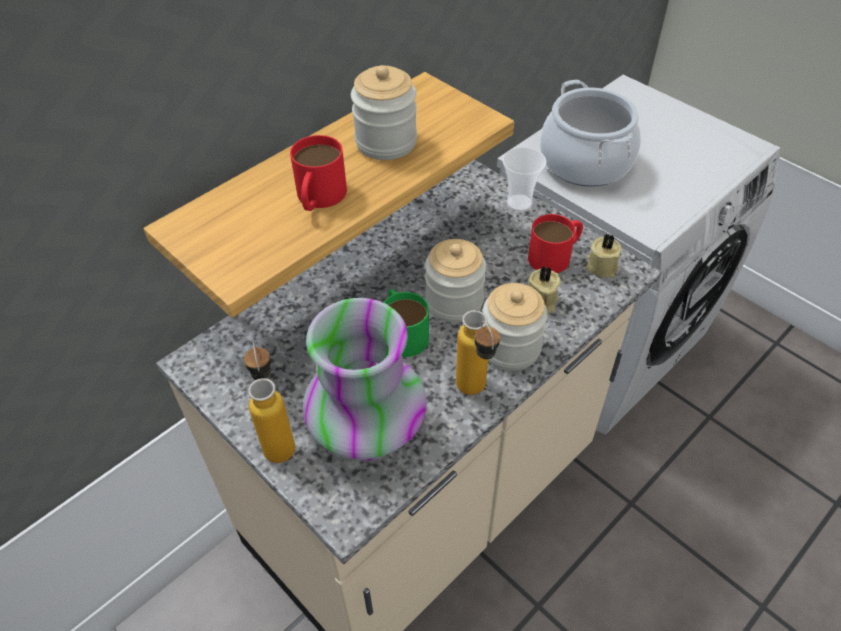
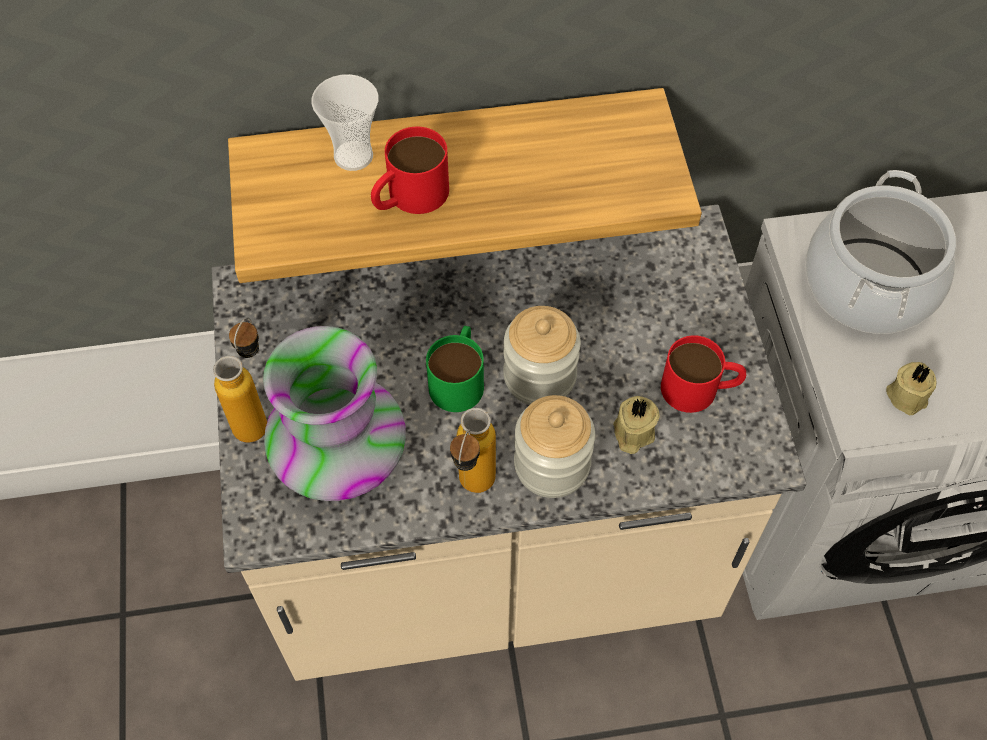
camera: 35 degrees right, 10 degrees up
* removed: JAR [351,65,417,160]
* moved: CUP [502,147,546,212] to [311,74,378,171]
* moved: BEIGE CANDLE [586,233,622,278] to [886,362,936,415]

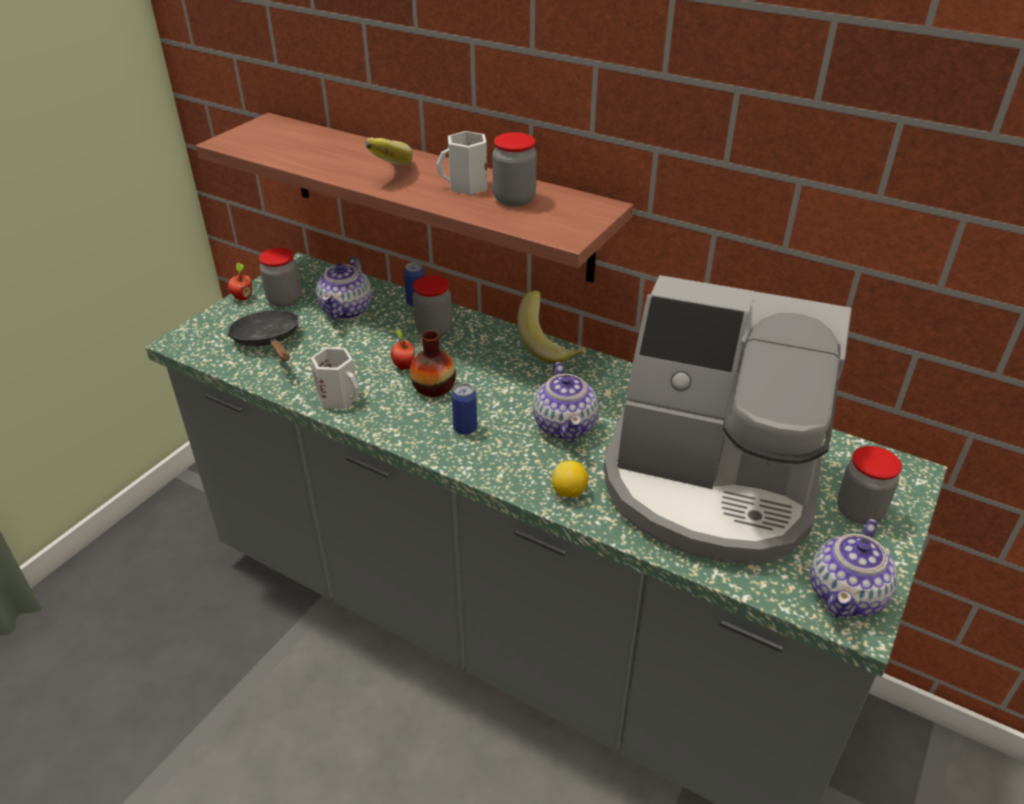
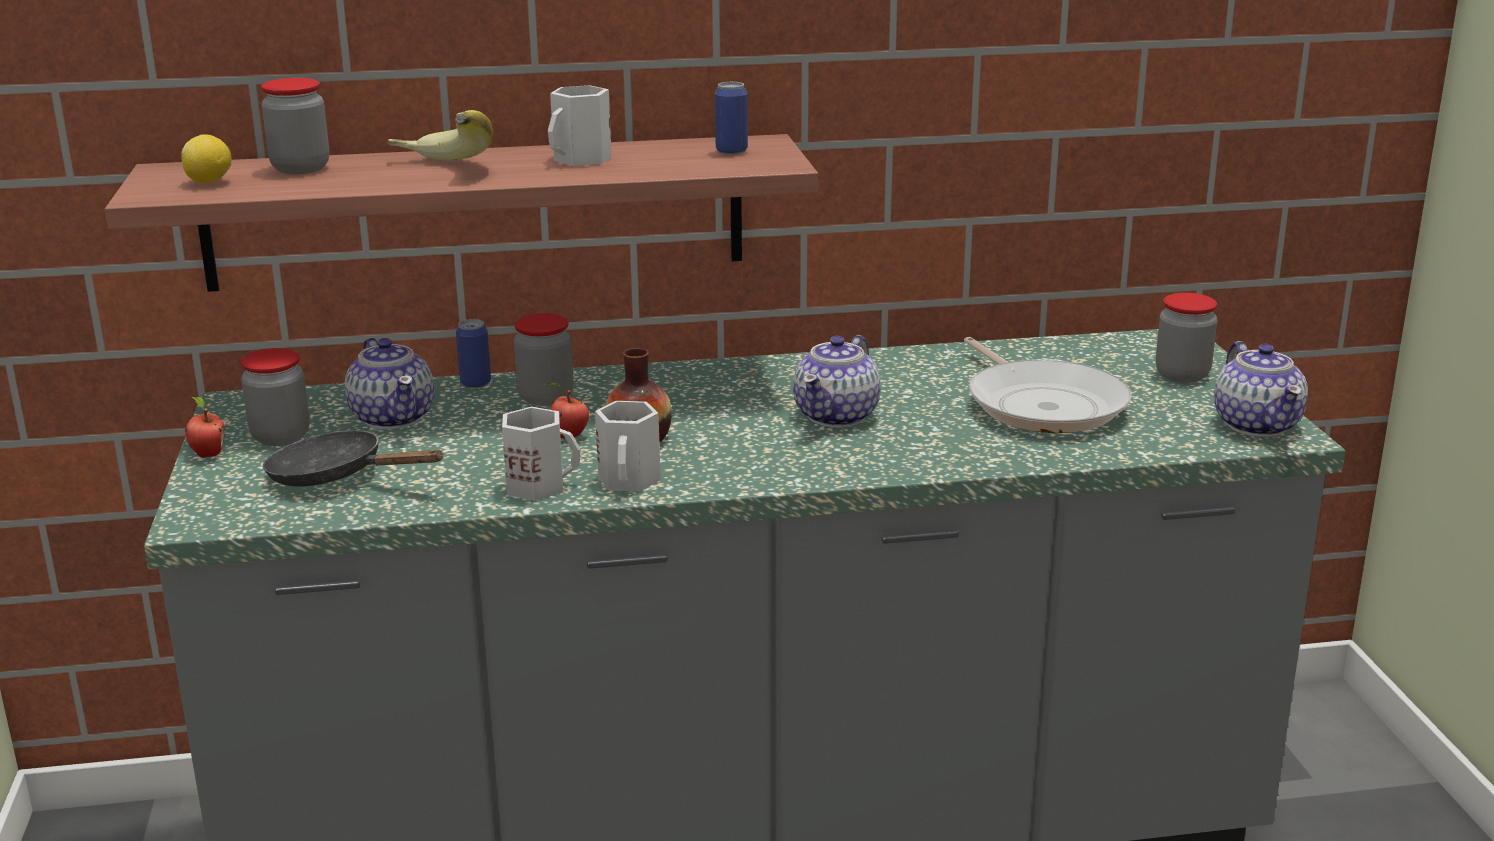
camera: 40 degrees left, 15 degrees down
* moved: JAR [492,132,537,206] to [261,78,329,174]
* replaced: COFFEE MACHINE [604,275,852,565] to FRYING PAN [964,337,1132,433]
* removed: BANANA [517,290,586,364]
* turned: TEAPOT [533,362,598,442] = [793,335,881,427] 75 degrees clockwise
* moved: CAN [451,383,477,435] to [715,82,748,154]
* moved: LEMON [552,461,589,497] to [181,134,231,184]
* added: WHITE MUG [595,401,661,492]

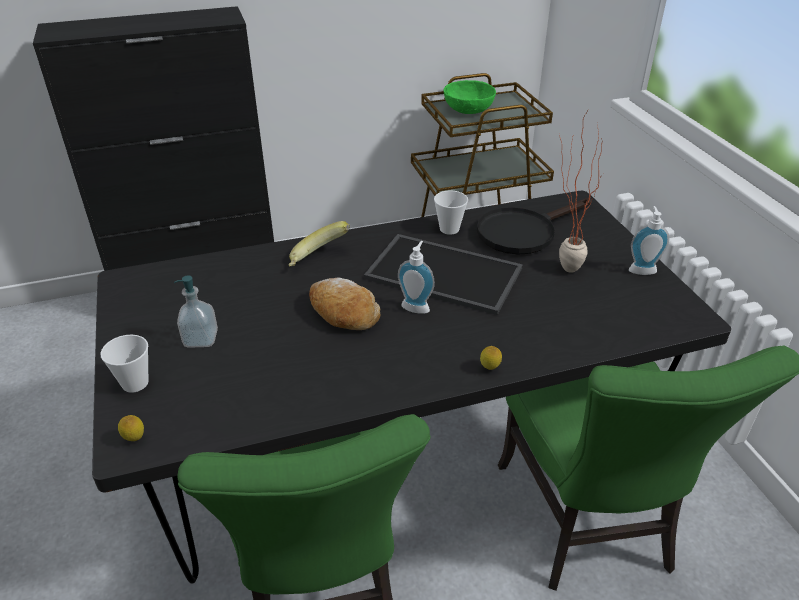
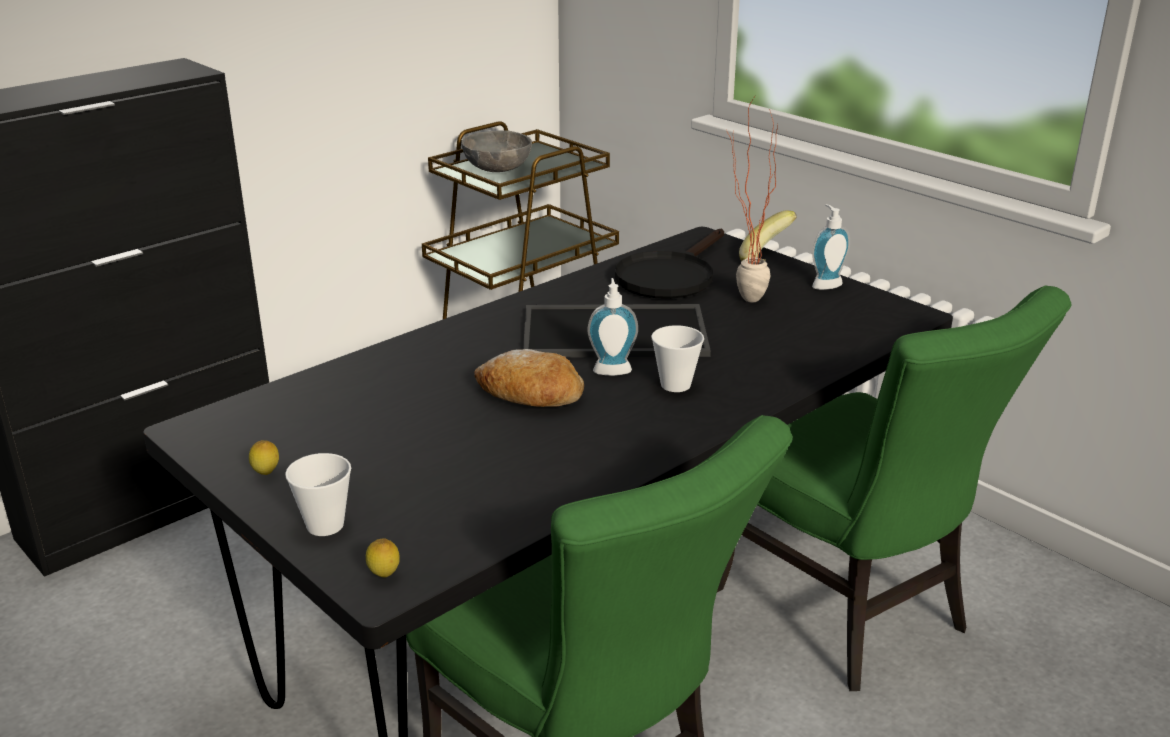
camera: 25 degrees left, 10 degrees down
* recoloured: GREEN BOWL [444,80,496,114] to GREY BOWL [461,130,532,172]
* moved: CUP [434,190,468,235] to [651,325,704,392]
* moved: BANANA [288,221,350,267] to [739,210,797,261]
* removed: SOAP DISPENSER [174,275,218,348]
* moved: LEMON [480,346,502,370] to [249,440,279,475]

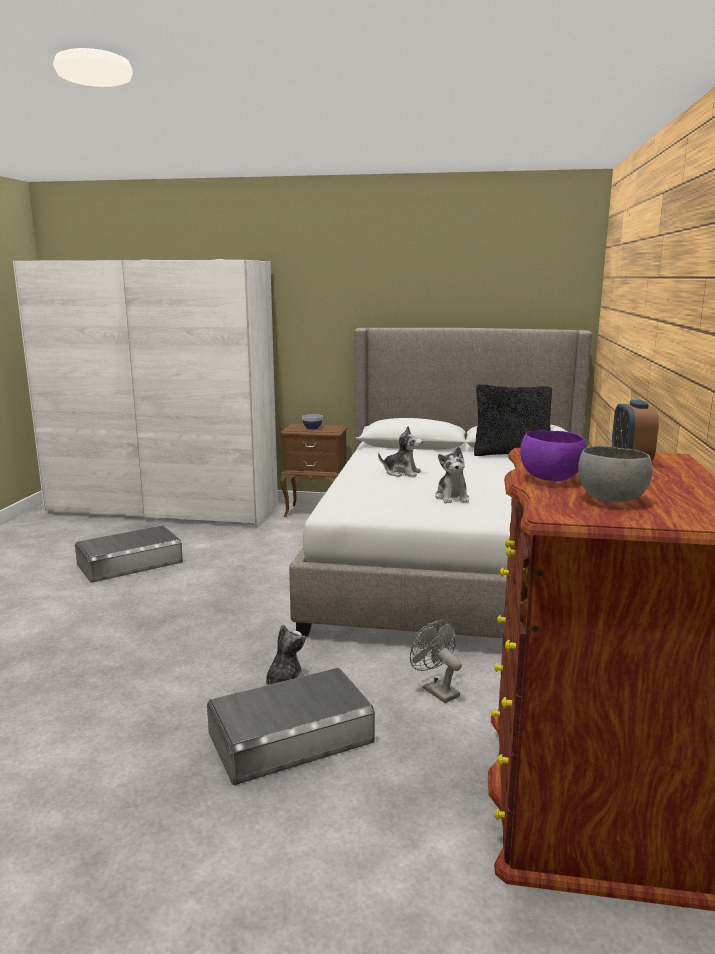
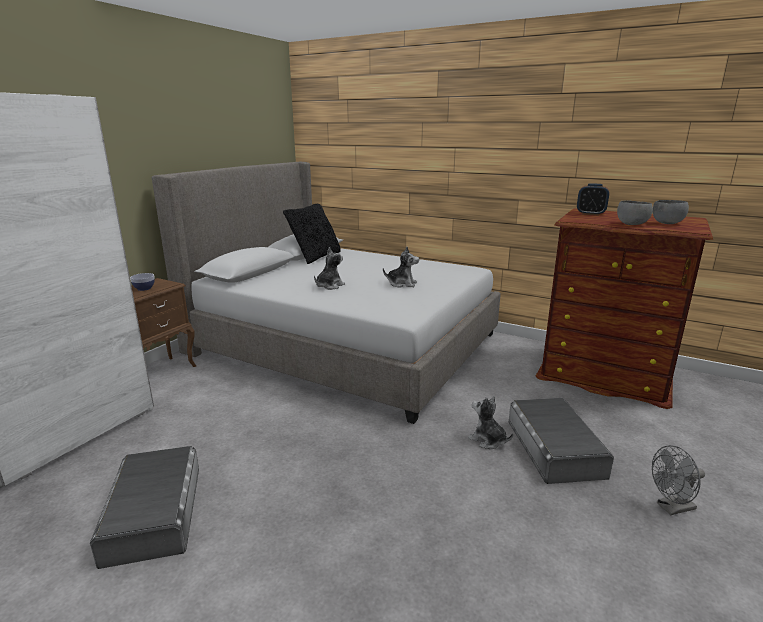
camera: 70 degrees left, 5 degrees up
* recoloured: PURPLE BOWL [520,431,586,481] to GREY BOWL [617,200,653,225]
* moved: GREY FAN [410,619,462,703] to [652,445,705,515]

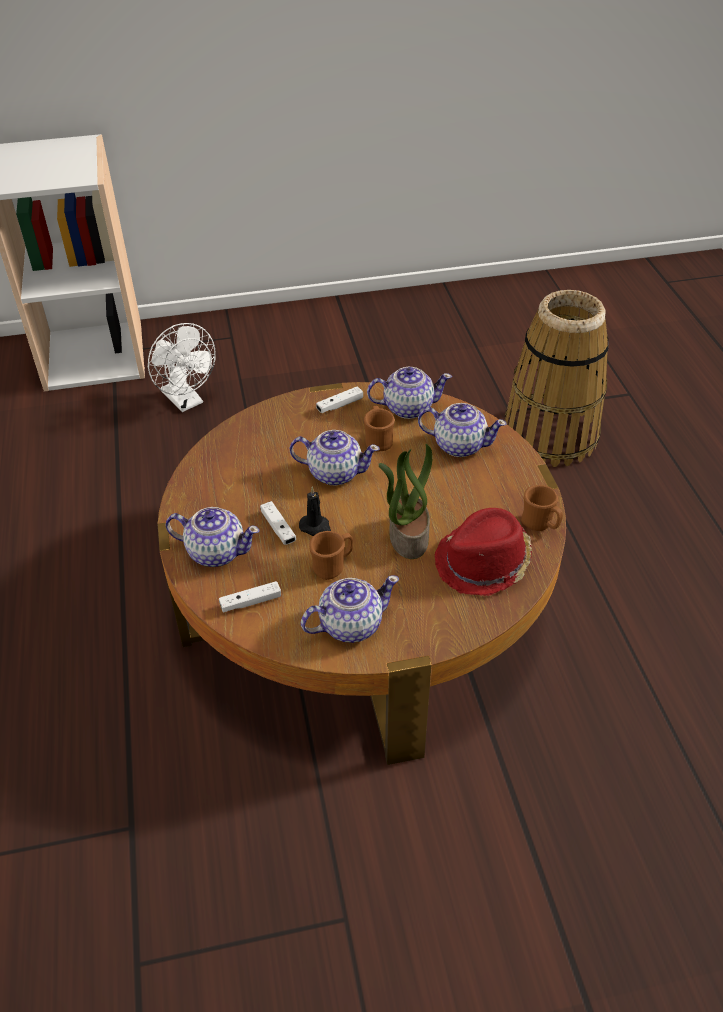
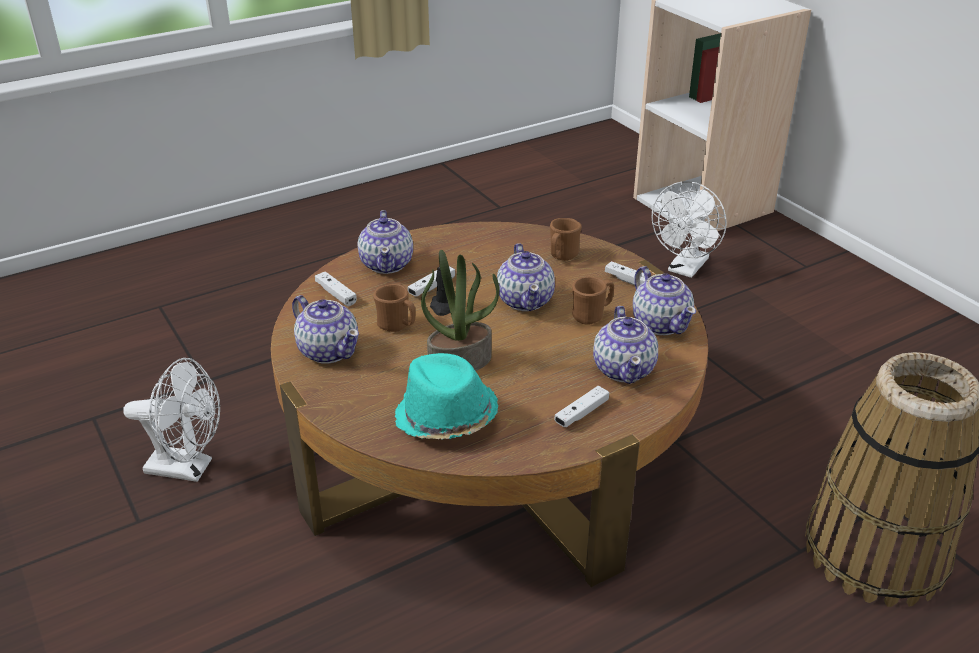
camera: 70 degrees right, 10 degrees down
* moved: BROWN MUG [521,485,563,531] to [550,218,582,261]
* recoloured: RED HAT [435,508,532,596] to TURQUOISE HAT [395,353,498,439]
* added: WHITE FAN [123,358,220,482]
* added: WHITE GAME CONTROLLER [554,386,609,427]

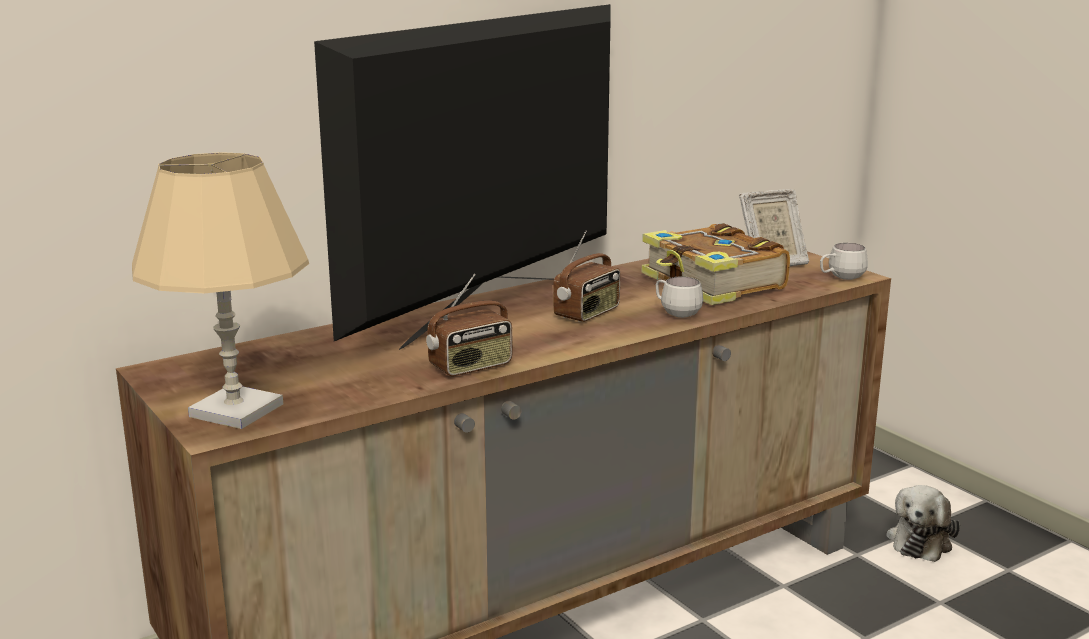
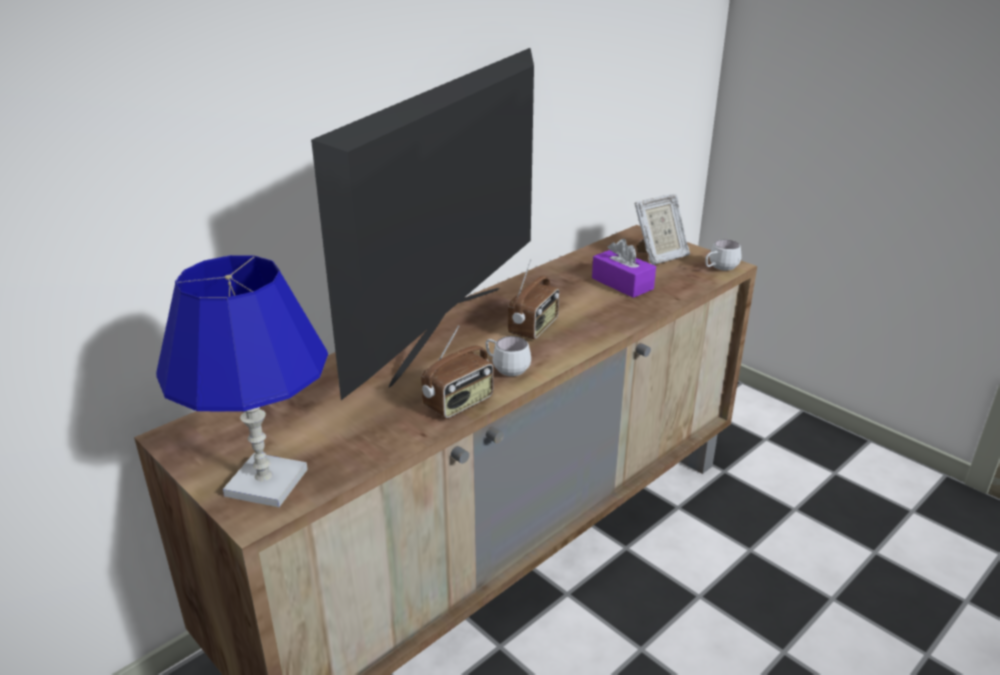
camera: 10 degrees left, 10 degrees up
* recoloured: BEIGE TABLE LAMP [132,152,309,429] to BLUE TABLE LAMP [156,255,328,507]
* replaced: BOOK [641,223,790,305] to PURPLE TISSUE BOX [592,239,656,298]
* moved: WHITE MUG [656,277,703,318] to [486,336,531,376]
* removed: PLUSH TOY [886,485,960,562]

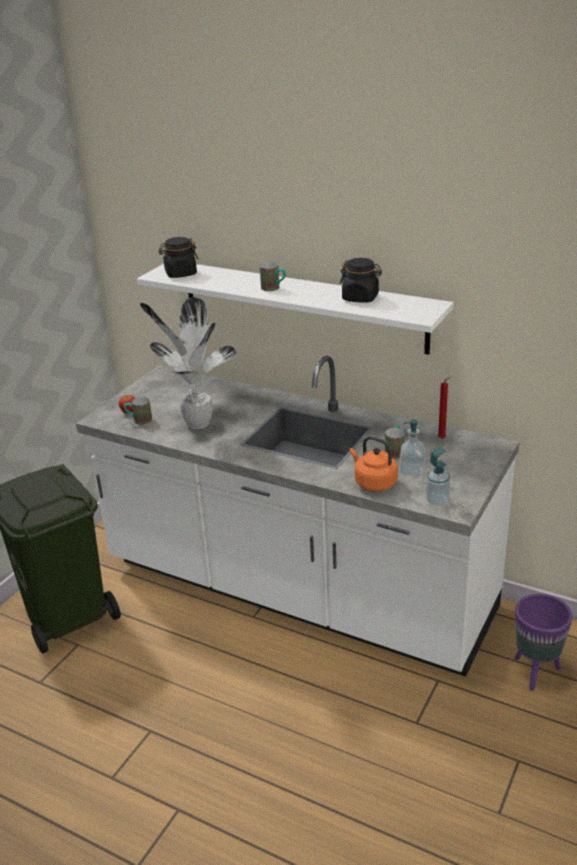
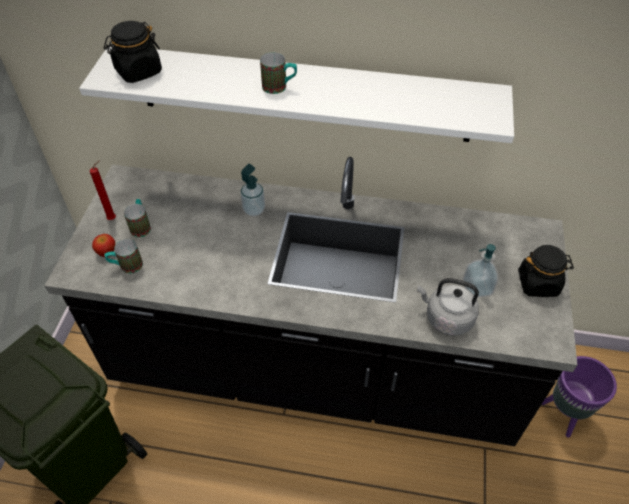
camera: 20 degrees left, 20 degrees up
* moved: BLACK JAR [340,258,382,303] to [518,245,574,297]
* removed: POTTED PLANT [140,297,236,429]
* recoloured: WHITE COUNTER [76,356,520,677] to BLACK COUNTER [44,157,577,446]
* moved: RED CANDLE [438,376,452,439] to [90,161,116,220]
* moved: MUG [385,426,405,459] to [124,199,151,237]
* recoloured: ORANGE KETTLE [349,436,398,492] to GREY KETTLE [417,278,479,336]
* moved: SOAP DISPENSER [426,447,451,506] to [240,164,265,216]

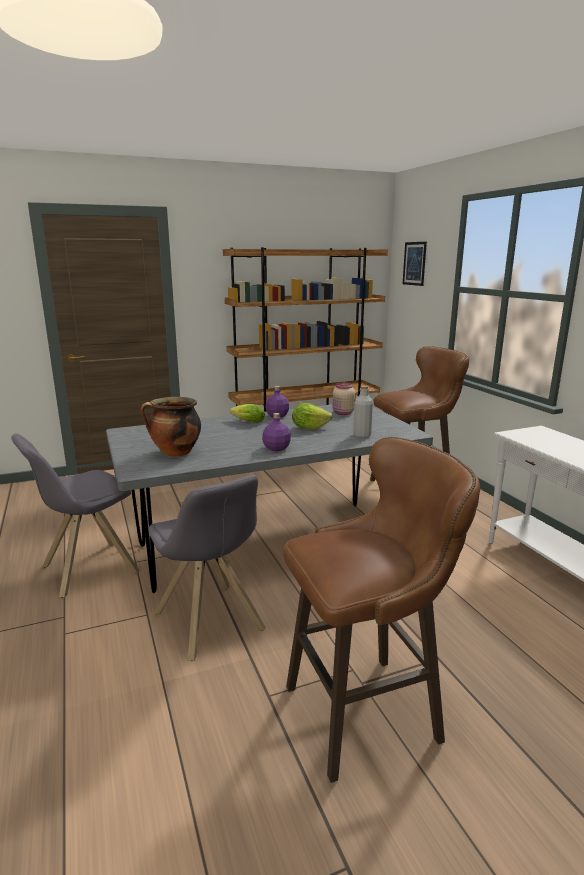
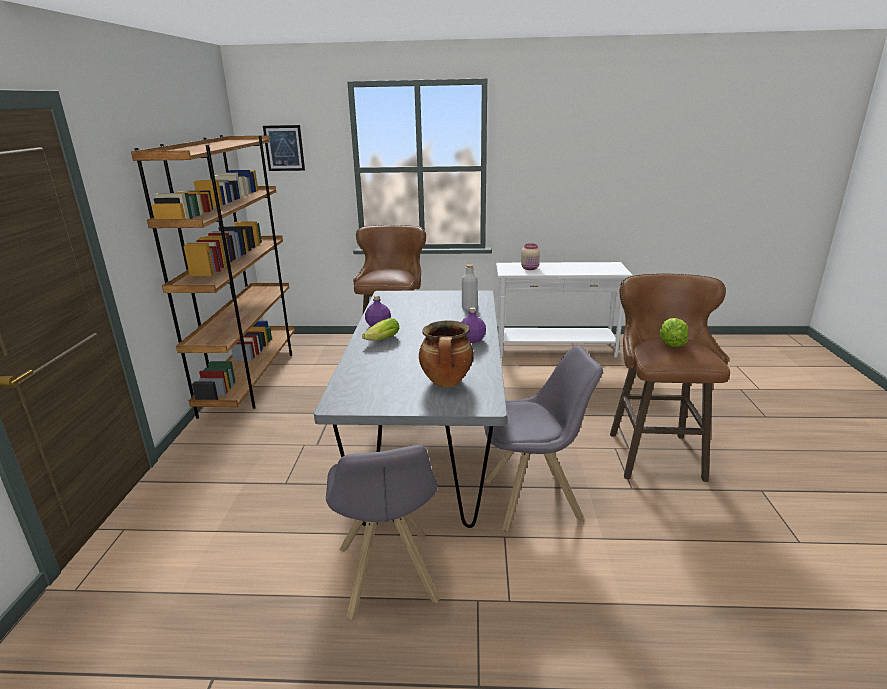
camera: 65 degrees left, 5 degrees up
* moved: BEIGE JAR [332,383,355,415] to [521,243,540,270]
* moved: LETTUCE [292,403,332,430] to [659,318,688,347]

